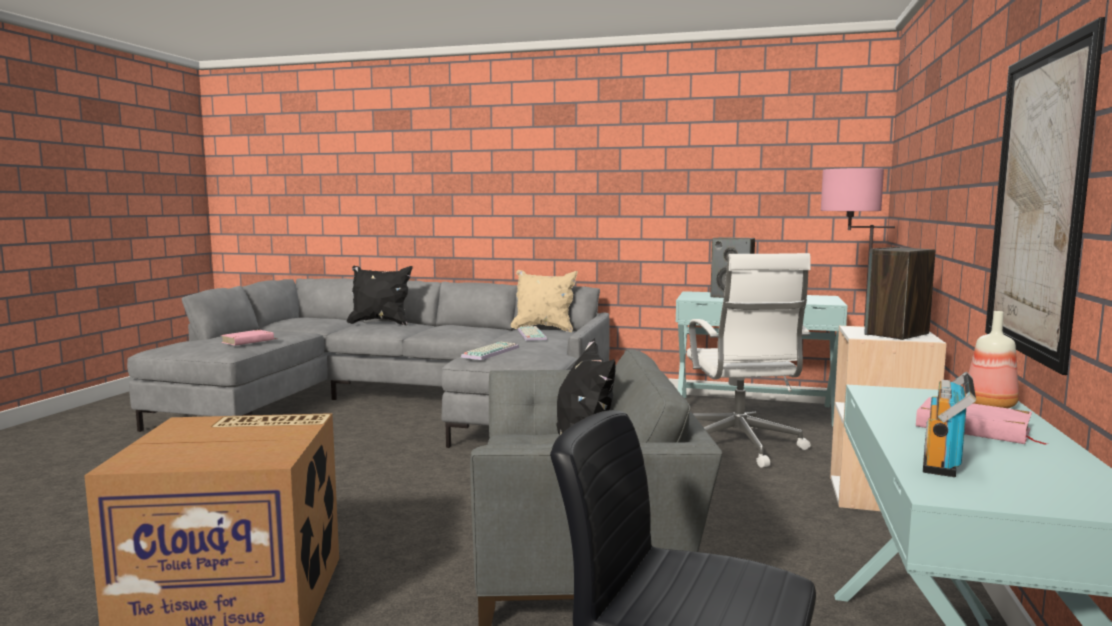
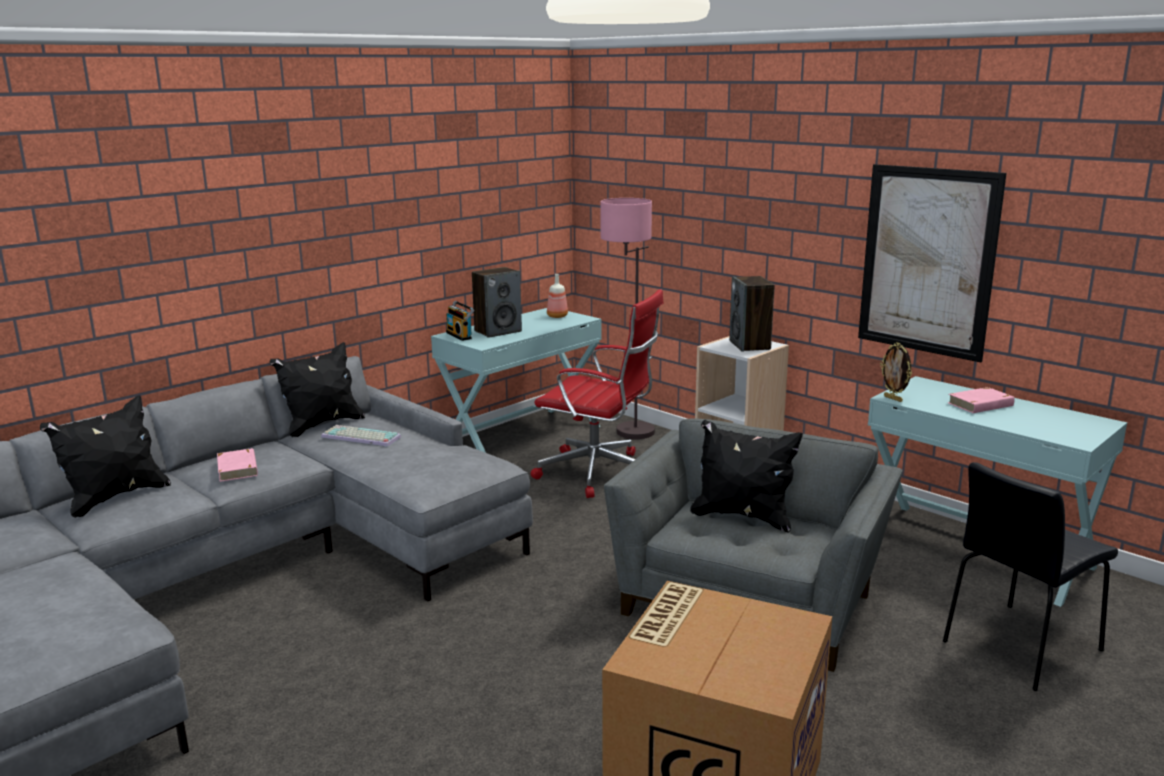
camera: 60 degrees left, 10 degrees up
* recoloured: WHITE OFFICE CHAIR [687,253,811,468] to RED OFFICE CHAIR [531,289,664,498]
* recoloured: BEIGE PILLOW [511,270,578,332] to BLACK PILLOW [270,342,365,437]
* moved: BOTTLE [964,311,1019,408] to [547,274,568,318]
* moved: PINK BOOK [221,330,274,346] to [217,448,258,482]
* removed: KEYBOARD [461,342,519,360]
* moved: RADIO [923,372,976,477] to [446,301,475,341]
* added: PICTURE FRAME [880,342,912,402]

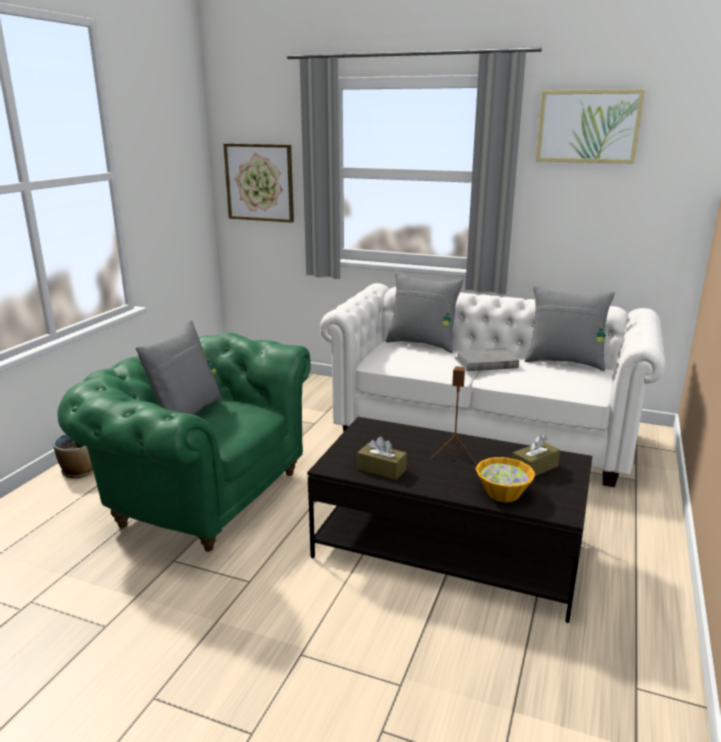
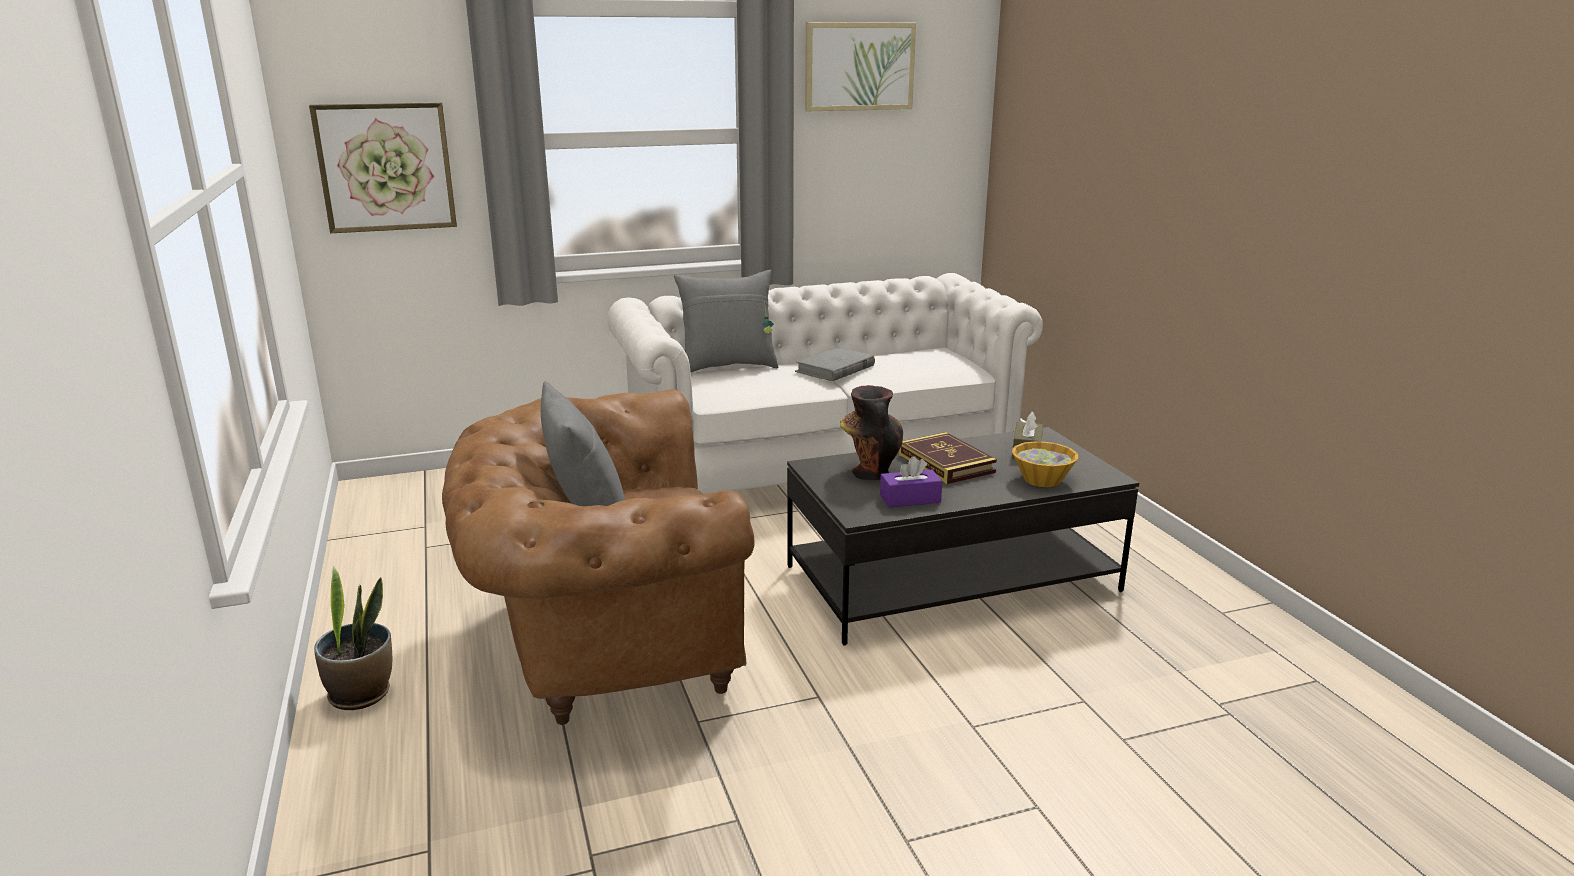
camera: 40 degrees left, 0 degrees up
* removed: GREY PILLOW [525,286,615,371]
* recoloured: GREEN ARMCHAIR [57,333,311,552] to BROWN ARMCHAIR [442,389,755,725]
* replaced: BROWN SPEAKER [431,366,476,463] to BOOK [899,432,997,484]
* recoloured: BROWN TISSUE BOX [357,436,407,480] to PURPLE TISSUE BOX [880,456,942,507]
* added: VASE [840,385,903,480]

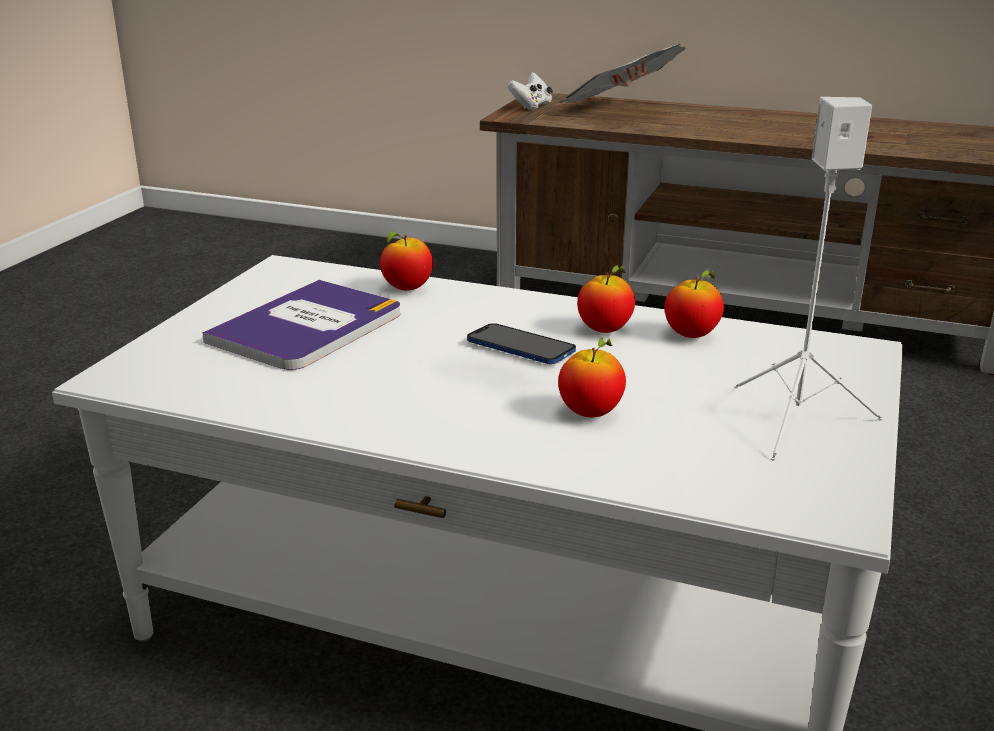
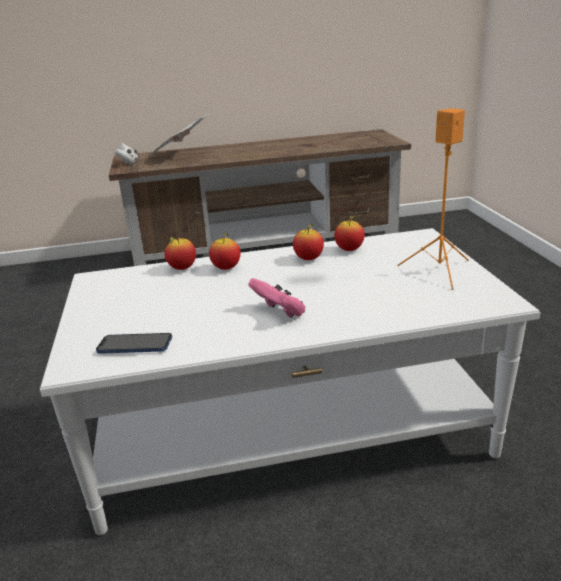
camera: 30 degrees left, 0 degrees up
* recoloured: WHITE SPEAKER [734,97,883,461] to ORANGE SPEAKER [397,108,469,290]
* removed: BOOK [202,280,400,370]
* moved: PHONE [467,323,576,364] to [96,333,172,354]
* moved: APPLE [558,338,626,417] to [209,231,241,270]
* added: PINK GAME CONTROLLER [248,278,305,318]

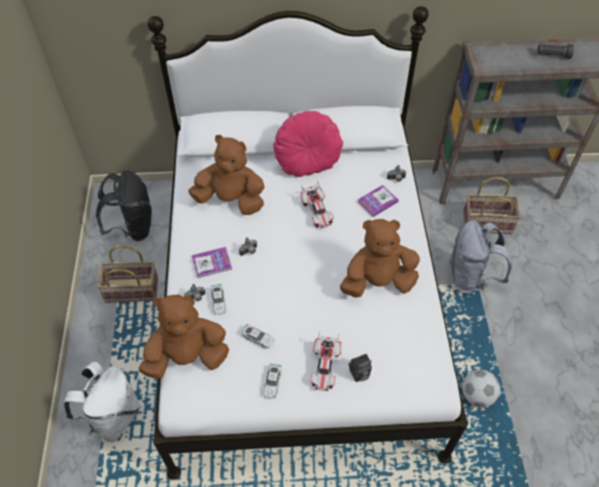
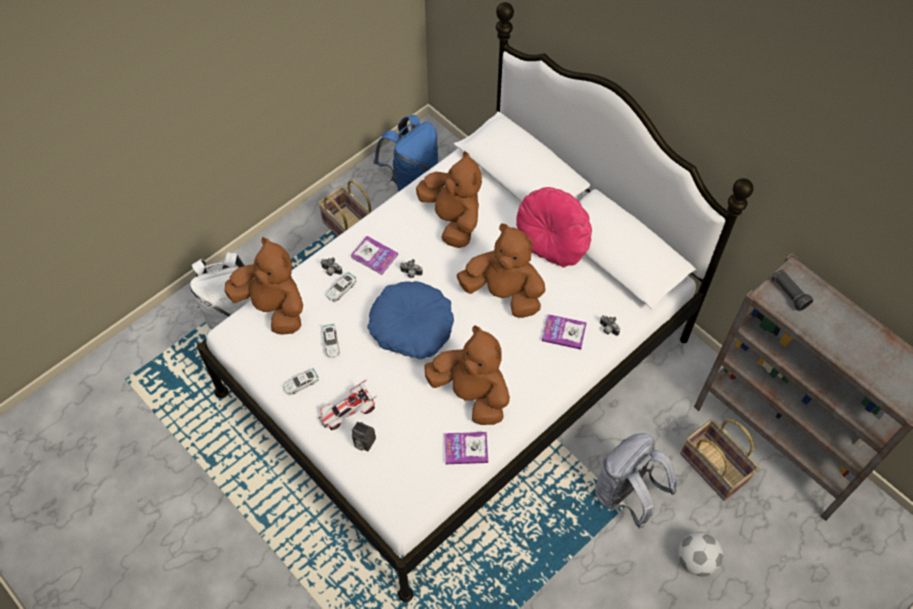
camera: 50 degrees right, 5 degrees up
* moved: BLACK FLASHLIGHT [537,44,574,59] to [771,269,813,311]
* recoloured: BLACK BACKPACK [96,170,152,242] to BLUE BACKPACK [374,115,438,192]
* replaced: TOY CAR [301,181,334,228] to BROWN PLUSH TOY [457,224,546,318]
* moved: FOOTBALL [462,370,501,407] to [679,532,723,576]
* added: BLUE PILLOW [367,281,454,359]
* added: BOOK [444,432,488,464]

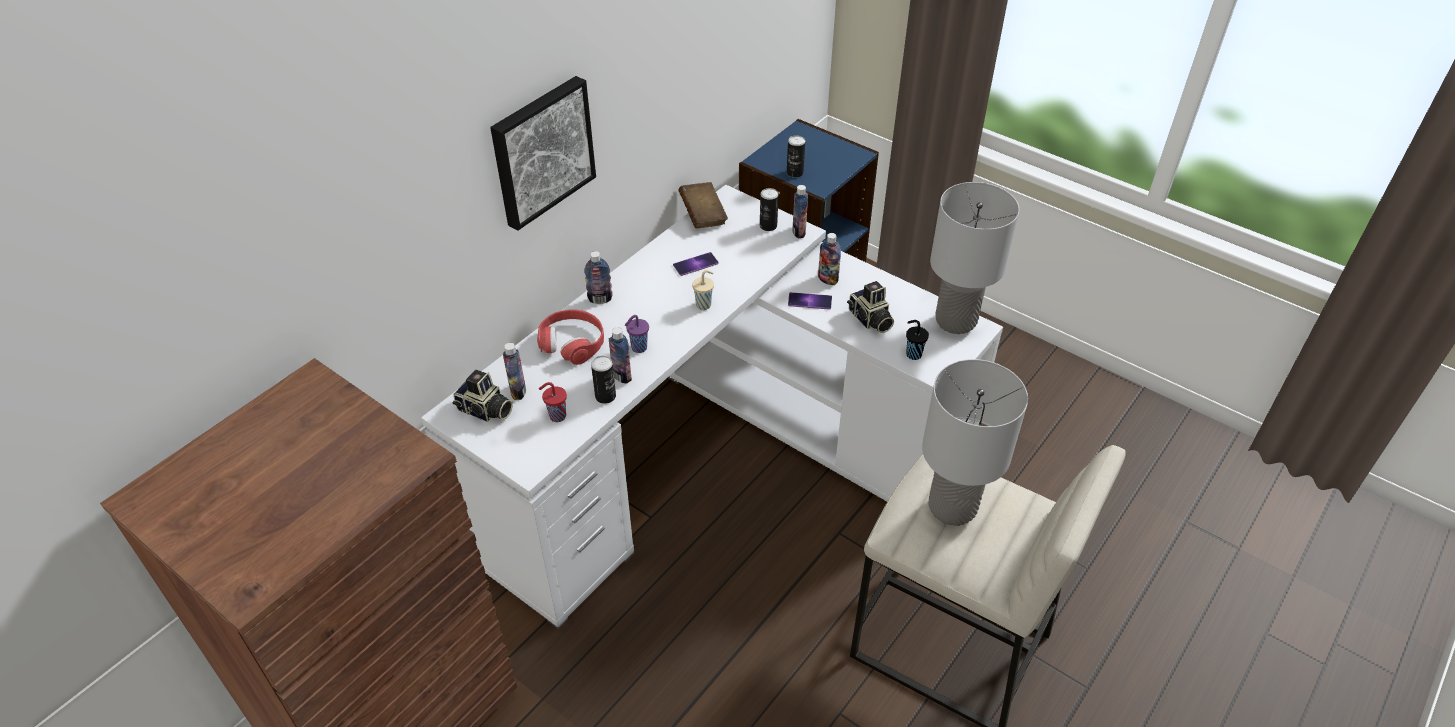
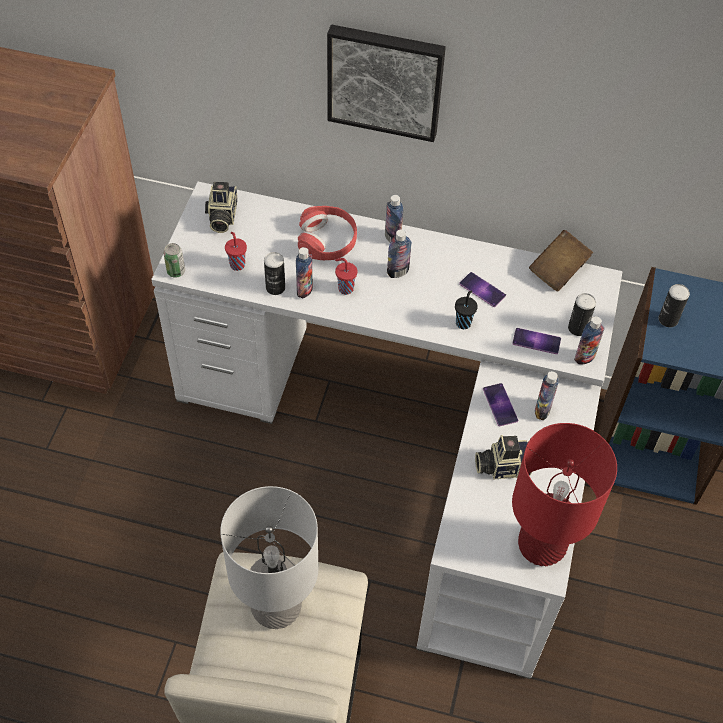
camera: 65 degrees right, 10 degrees up
* recoloured: GREY TABLE LAMP [930,182,1019,334] to RED TABLE LAMP [512,423,617,566]
* removed: BEIGE CUP [692,270,714,310]
* turned: PHOTO CAMERA [847,281,894,333] = [475,435,532,480] 45 degrees clockwise
* recoloured: PURPLE CUP [625,315,649,353] to RED CUP [335,258,358,295]
* moved: BLACK CUP [906,320,929,360] to [455,291,478,329]
* moved: BOTTLE [503,343,526,400] to [387,230,412,278]
* added: CAN [163,243,185,278]
* added: PHONE [512,328,561,354]

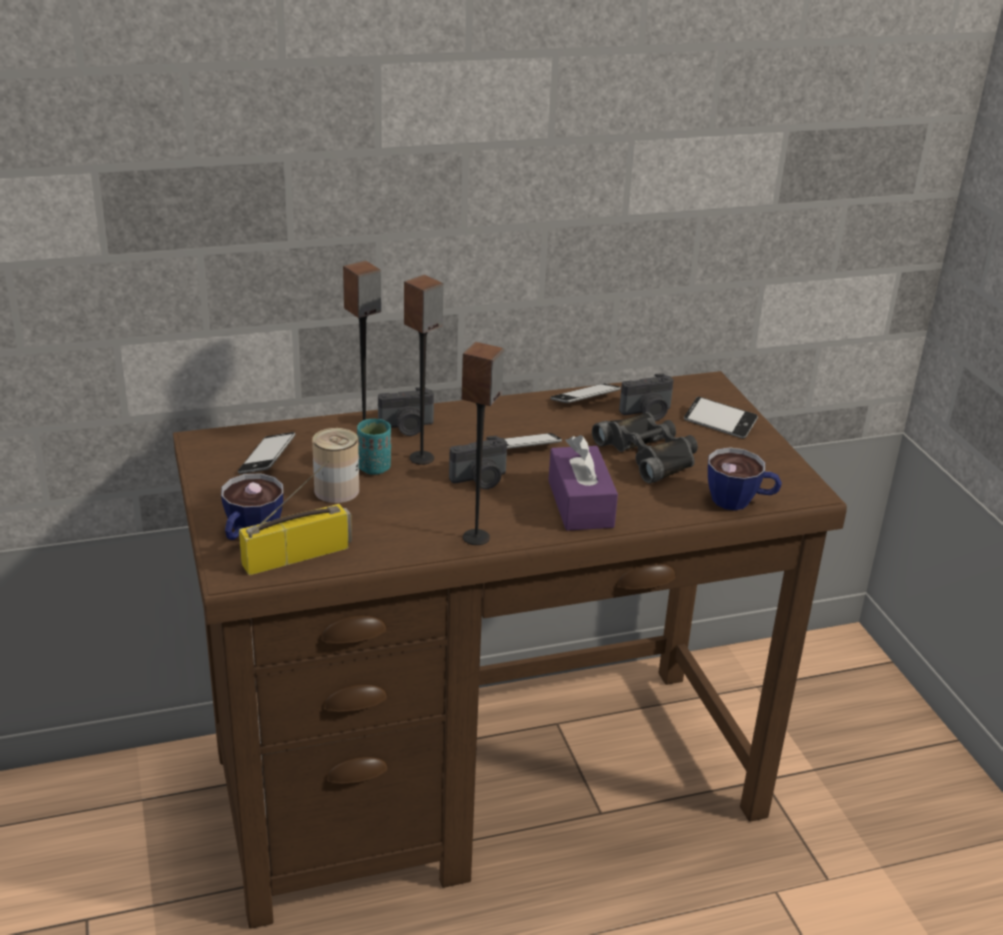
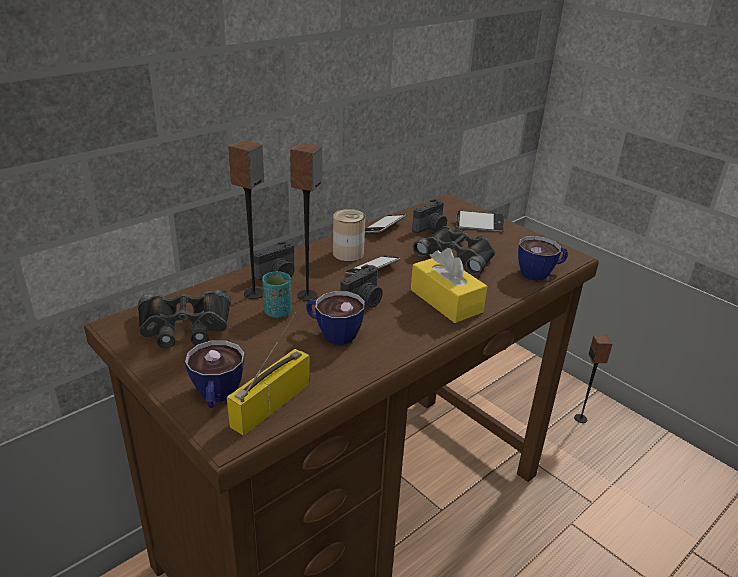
camera: 25 degrees left, 0 degrees up
* moved: SPEAKER [462,342,504,545] to [574,335,613,423]
* moved: CAN [312,428,359,503] to [333,209,365,261]
* replaced: PHONE [238,432,296,474] to BLACK BINOCULARS [138,290,231,348]
* recoloured: PURPLE TISSUE BOX [548,435,618,531] to YELLOW TISSUE BOX [411,248,487,323]
* added: CUP [306,291,365,345]

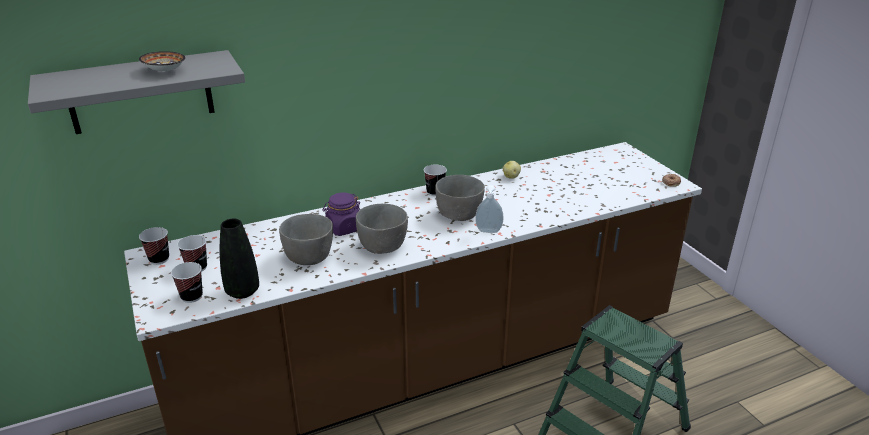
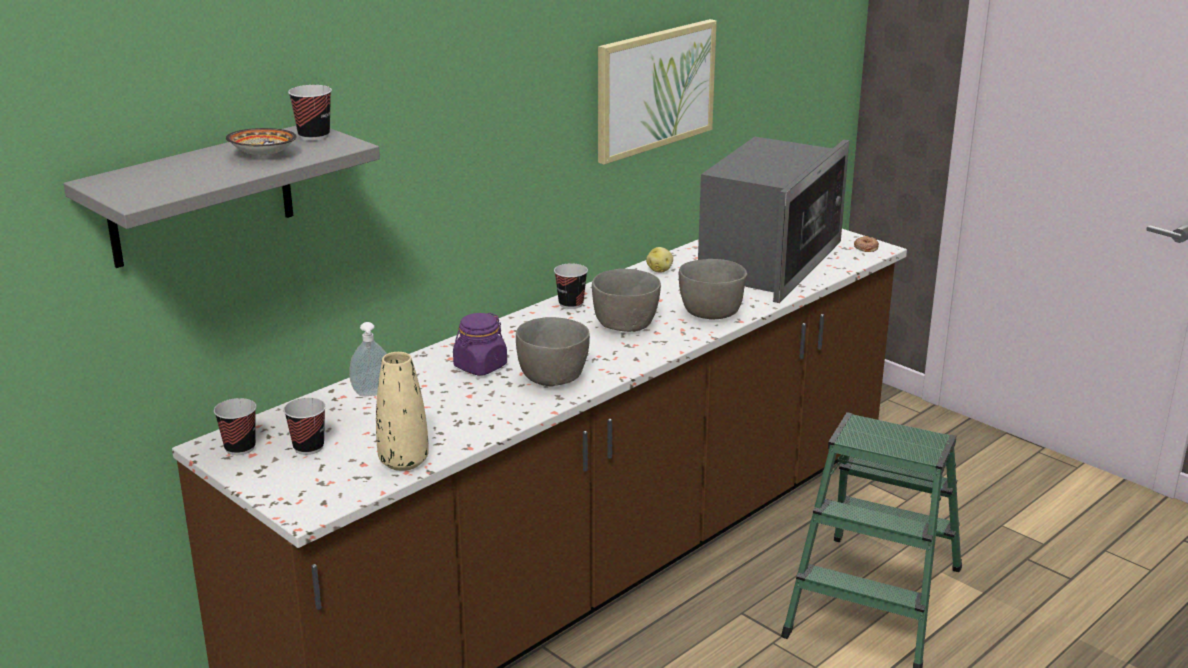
camera: 20 degrees left, 5 degrees down
* moved: SOAP DISPENSER [475,185,504,233] to [349,322,387,396]
* moved: GREY BOWL [279,214,333,265] to [679,259,747,319]
* recoloured: BLACK VASE [220,219,259,299] to BEIGE VASE [376,352,429,471]
* moved: CUP [171,262,203,303] to [288,85,332,141]
* added: PICTURE [598,19,717,165]
* added: MICROWAVE [698,137,849,303]

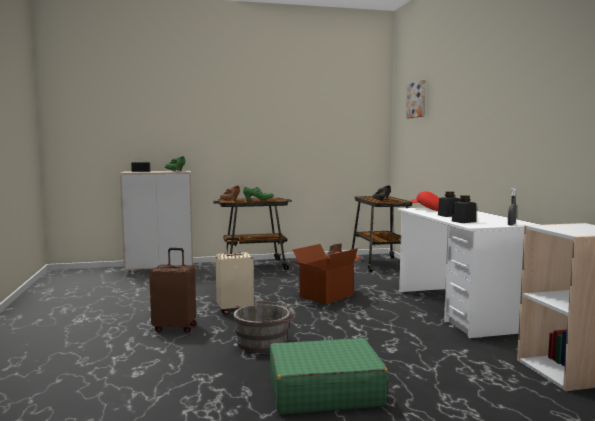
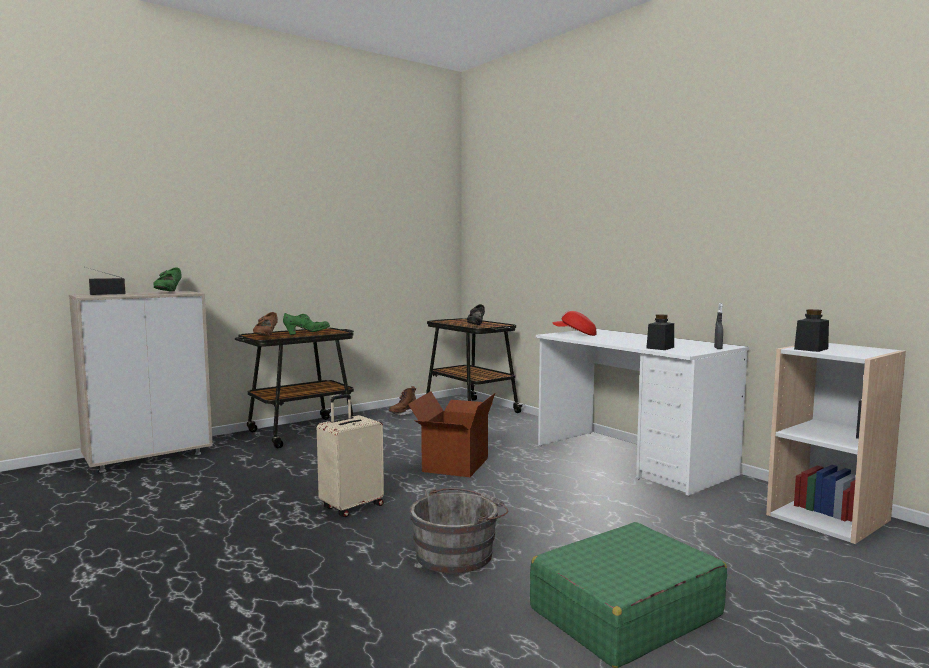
camera: 25 degrees left, 0 degrees up
* removed: PICTURE [406,80,426,119]
* moved: BLACK JAR [438,191,460,217] to [794,309,829,352]
* removed: BROWN SUITCASE [149,248,197,333]

